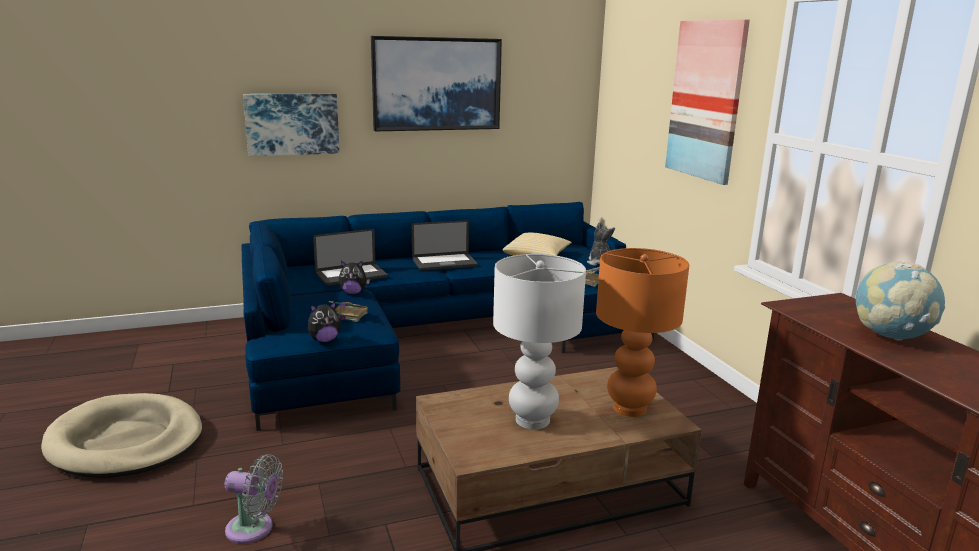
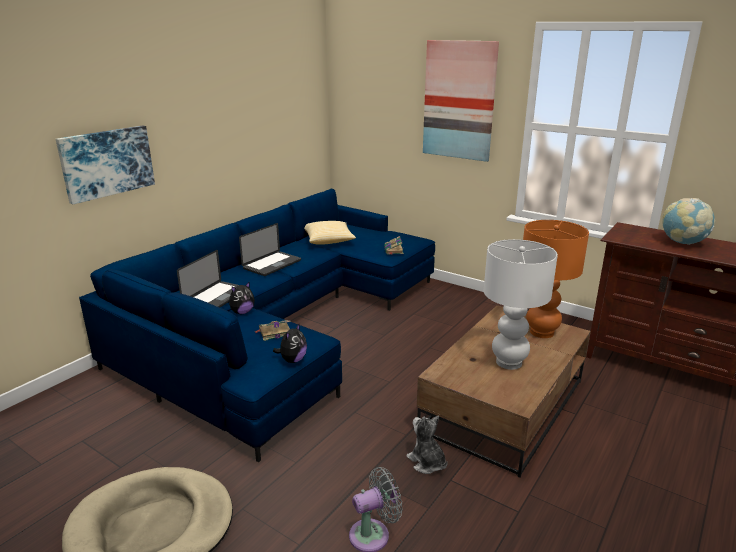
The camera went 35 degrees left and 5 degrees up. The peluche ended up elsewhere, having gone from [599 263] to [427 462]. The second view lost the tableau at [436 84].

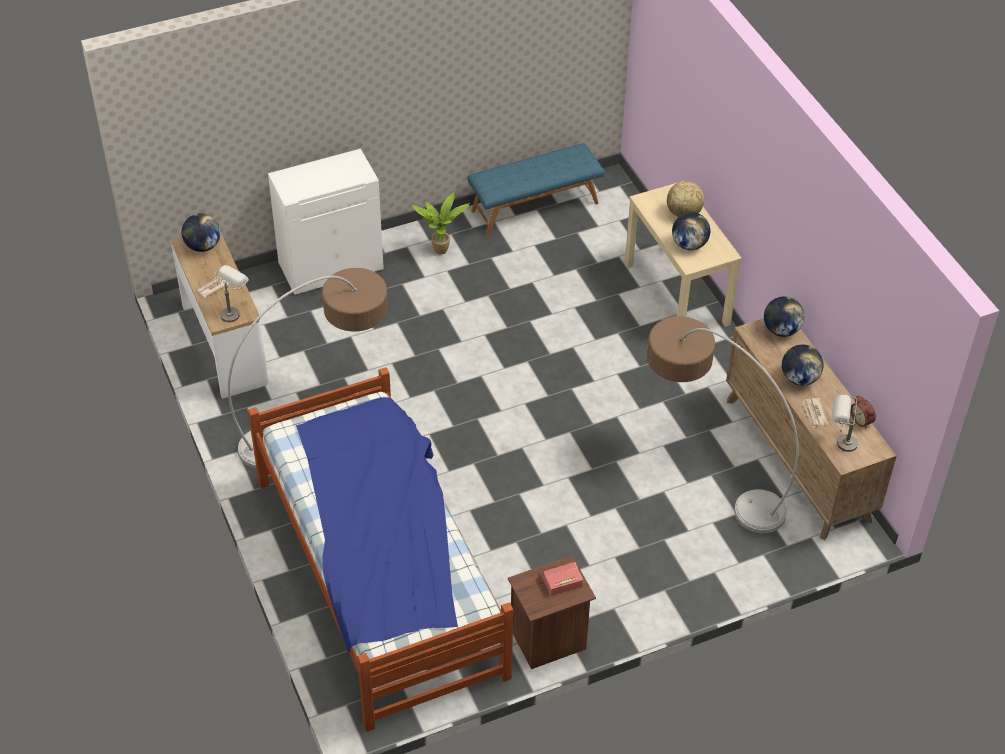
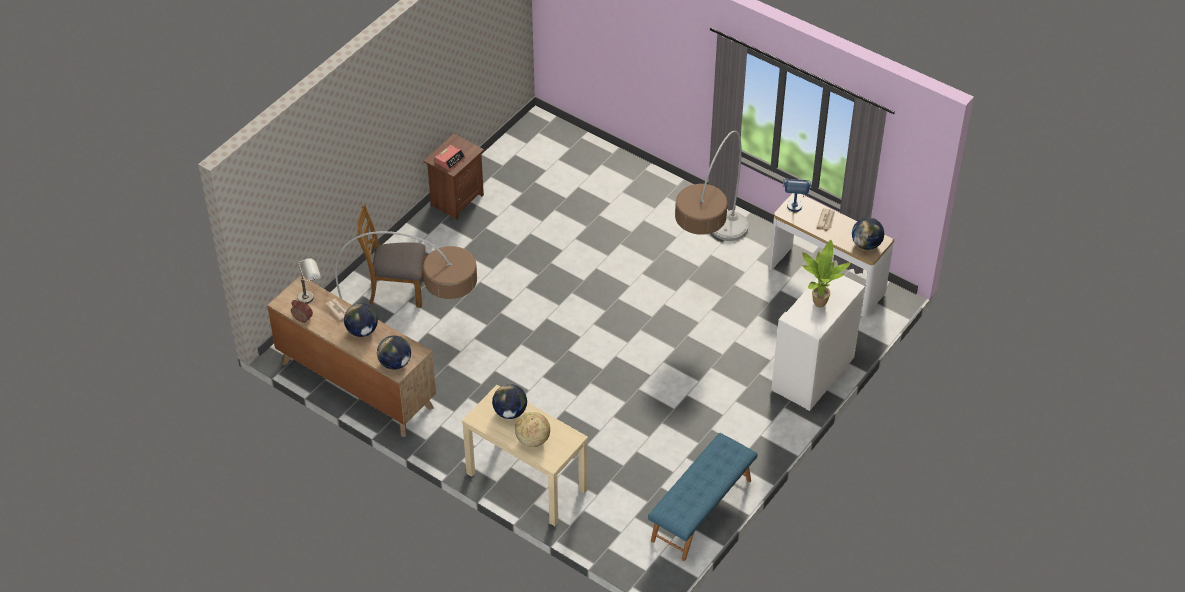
The camera went 150 degrees right and 0 degrees up. The second view gained the chaise (marron) at [397 289]. What was the lampe de table (gris) at [234 311] turned into the lampe de table (bleu) at [795 210]. The plante en pot ended up elsewhere, having gone from [441 252] to [817 302]. The second view lost the lit at [381 575].

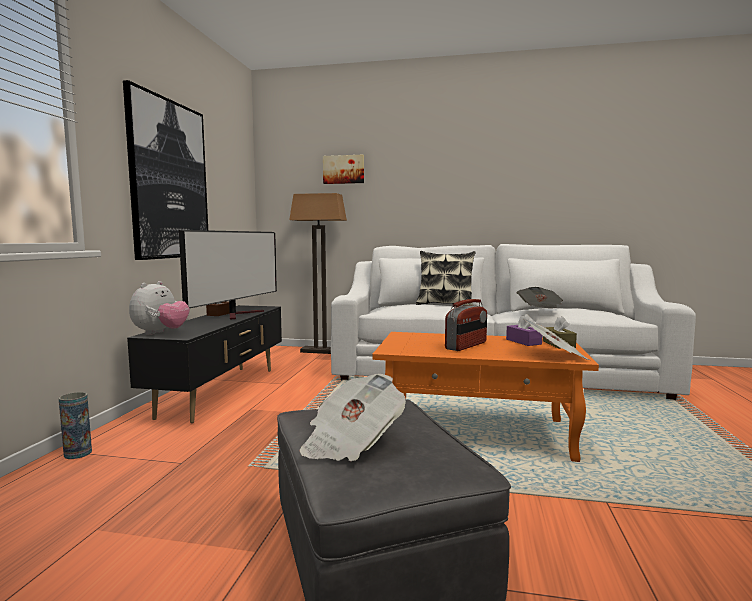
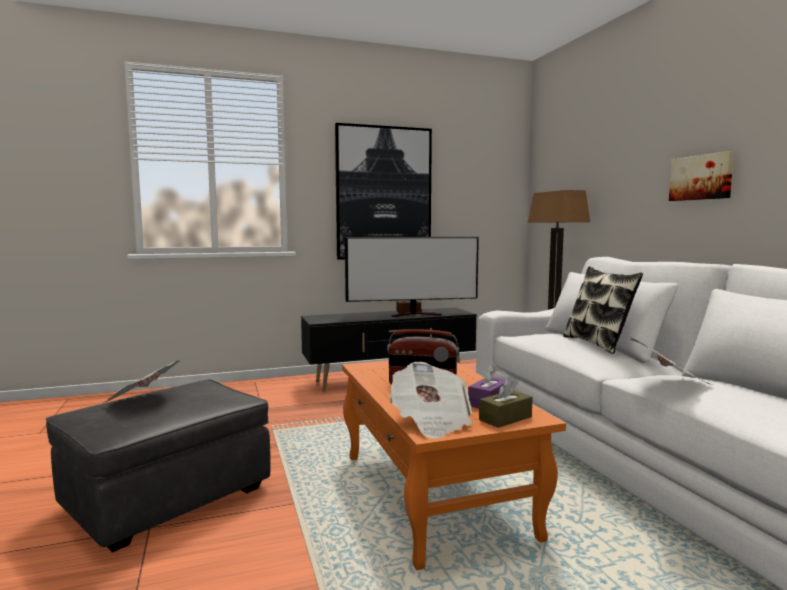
The camera went 60 degrees right and 0 degrees up. The tableau ended up elsewhere, having gone from [343 169] to [701 177]. The second view lost the vase at [78 453]. The second view lost the peluche at [160 333].

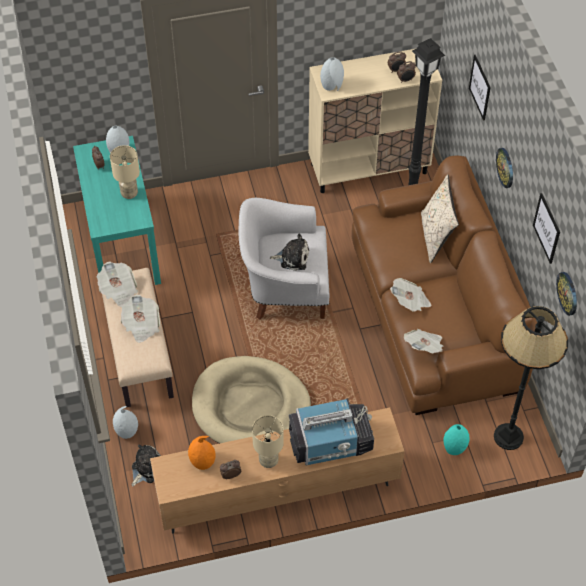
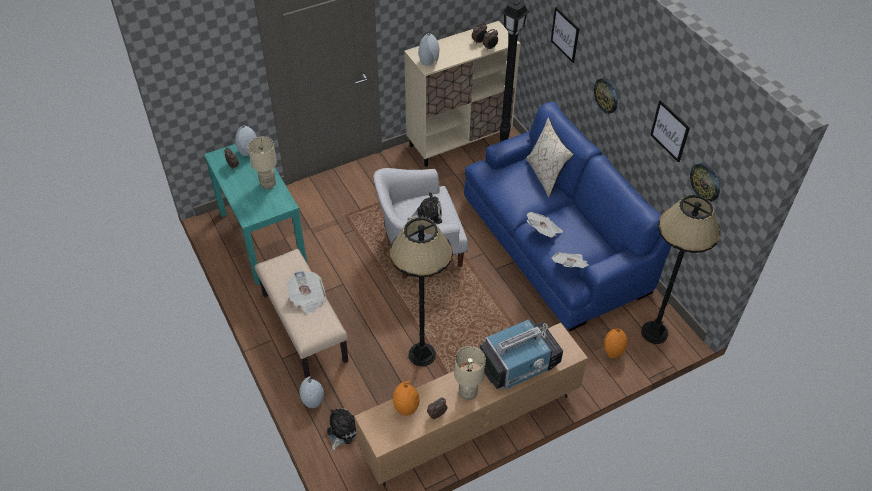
The camera went 15 degrees left and 5 degrees down. Where the panier pour chien (beige) stood at [251 407], the lampadaire (noir) came to stand at [422 355]. What was the canapé (marron) at [434 313] turned into the canapé (bleu) at [554 243]. What was the vase (turquoise) at [454 448] turned into the vase (orange) at [612 352]. The second view lost the journal at [118 290].

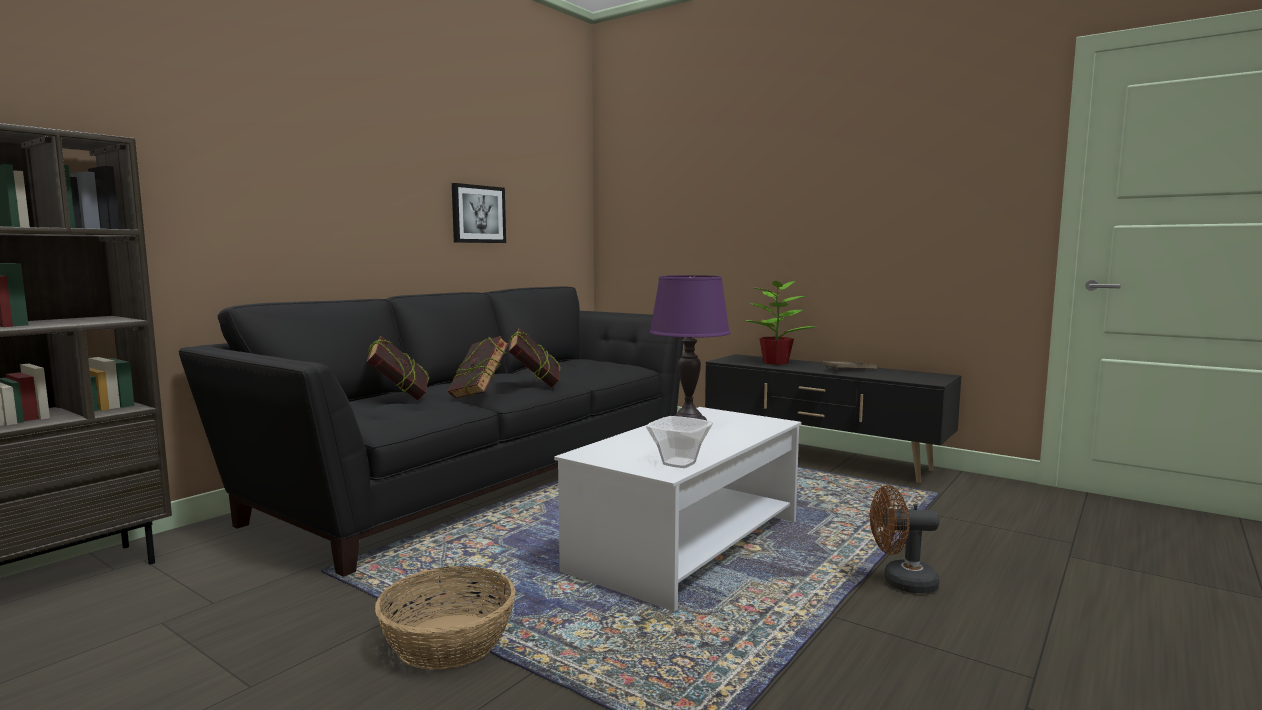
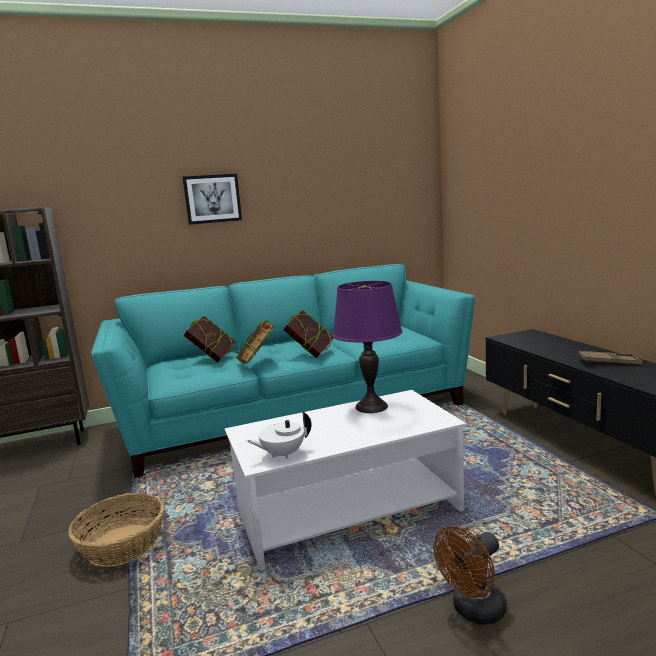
The camera went 35 degrees right and 5 degrees up. What was the canapé (noir) at [484 476] turned into the canapé (turquoise) at [295 412]. The tableau ended up elsewhere, having gone from [478 214] to [212 199]. Where the bol stood at [677 463], the théière (blanc) came to stand at [282 454]. The ventilateur (marron) at [901 582] ended up facing another way, 75 degrees counterclockwise from before. The second view lost the plante en pot at [776 362].

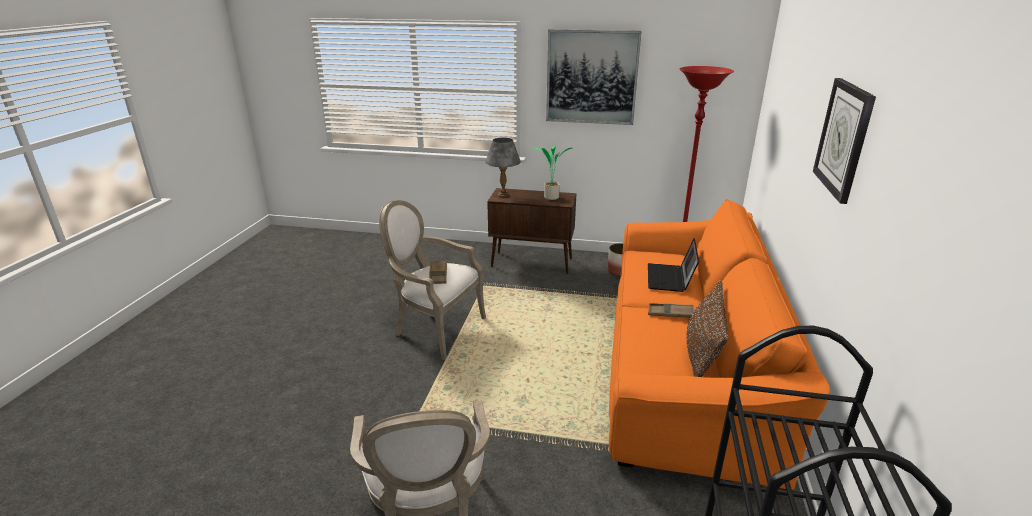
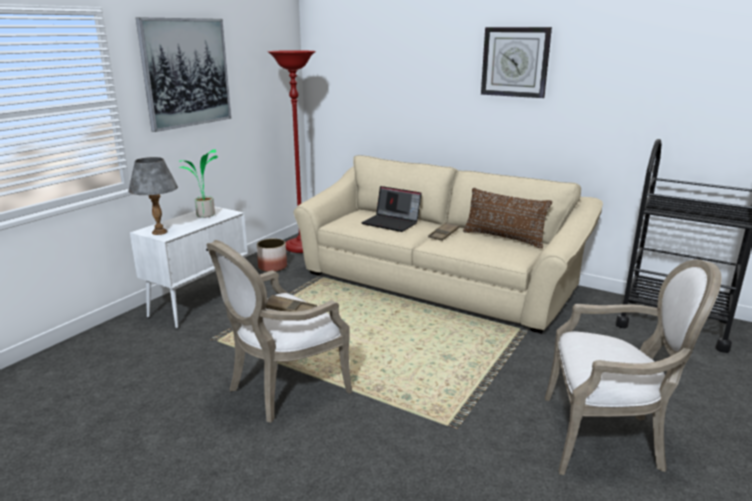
The camera went 70 degrees left and 5 degrees down. What was the meuble de rangement (marron) at [532 262] turned into the meuble de rangement (blanc) at [200 303]. What was the canapé (orange) at [685 367] turned into the canapé (beige) at [437 281].

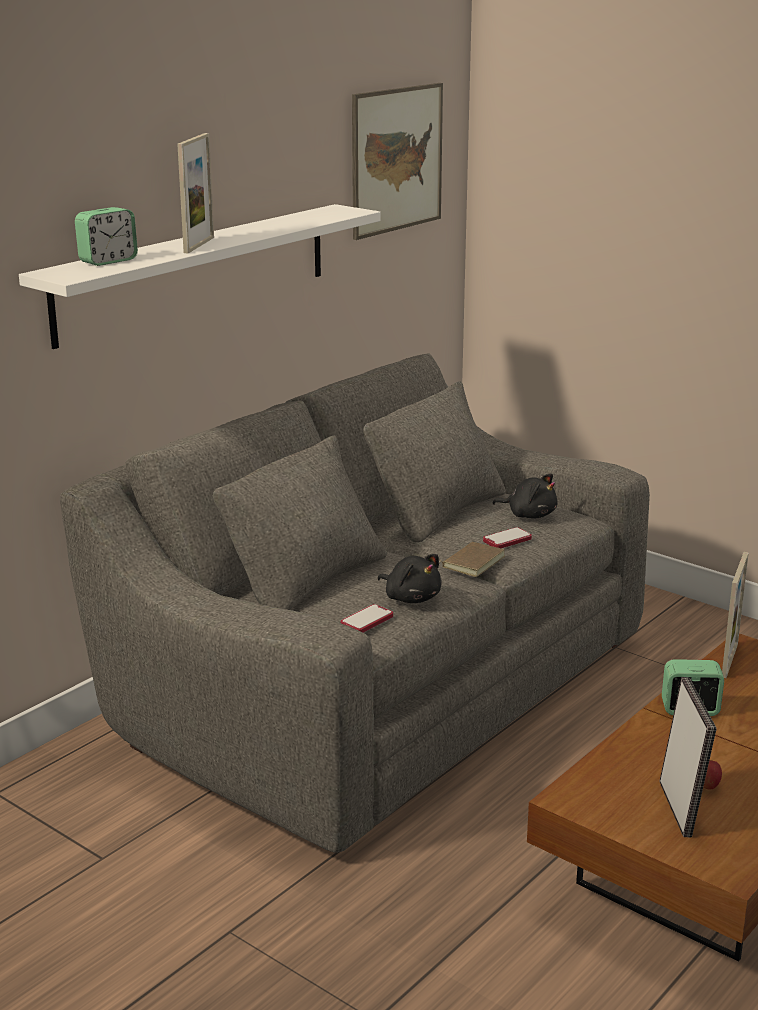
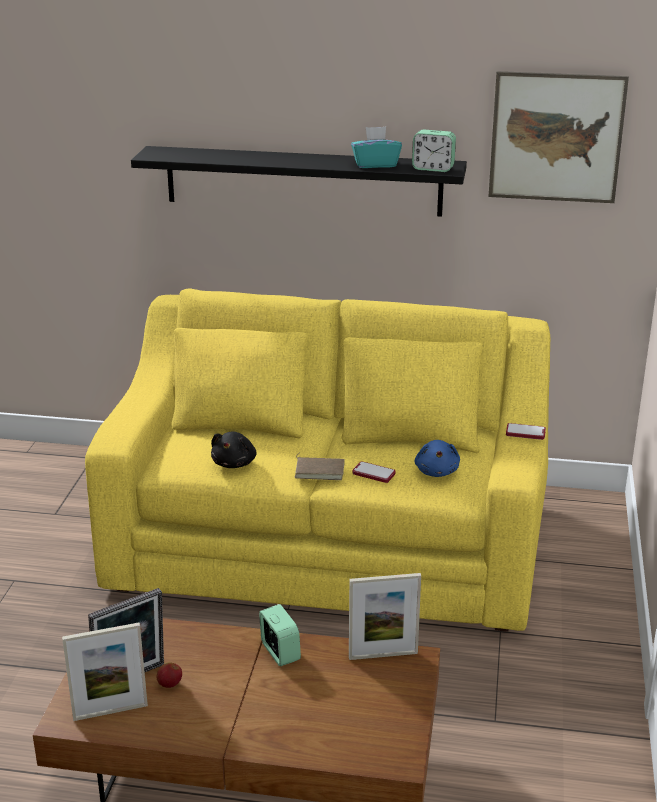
The camera went 60 degrees right and 5 degrees up. The cadre photo ended up elsewhere, having gone from [199 245] to [110 712]. What was the canapé (gris) at [378 684] turned into the canapé (jaune) at [328 539]. What was the étagère (blanc) at [196 272] turned into the étagère (noir) at [303 181]. The second view gained the boîte à mouchoirs (turquoise) at [375 164]. The réveil ended up elsewhere, having gone from [108 261] to [433 168]. What was the peluche (noir) at [529 515] turned into the peluche (bleu) at [437 471]. The téléphone ended up elsewhere, having gone from [367 621] to [525 432].

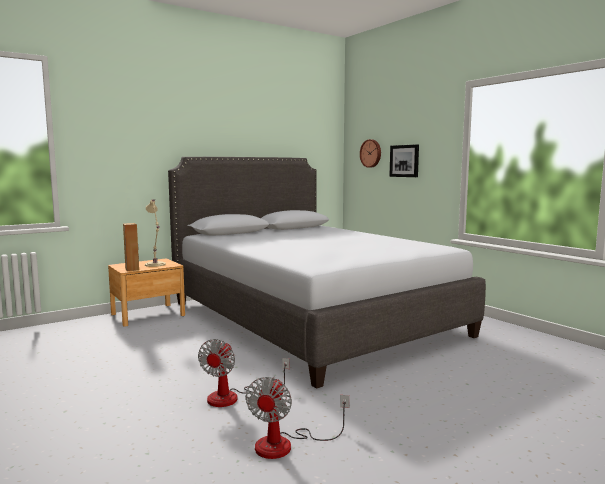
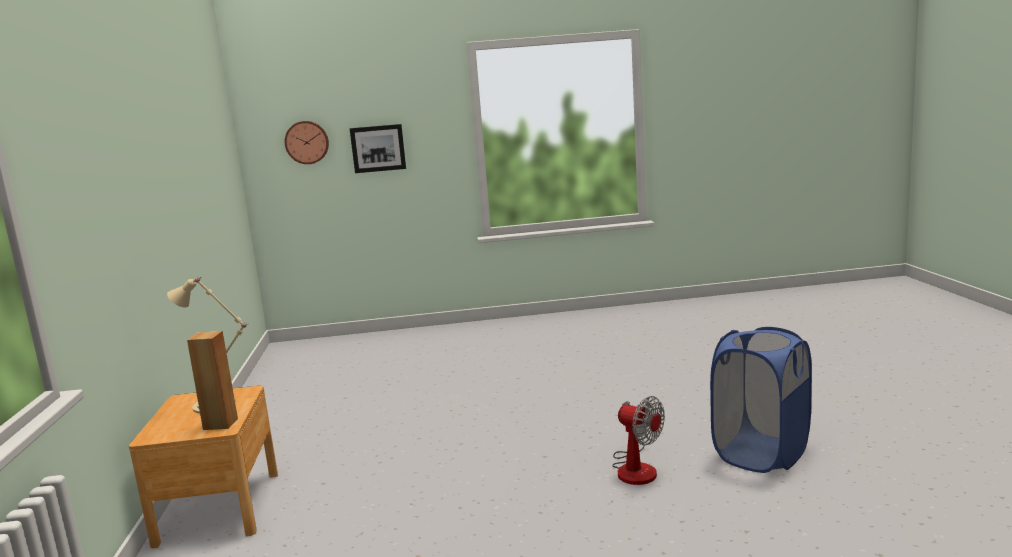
The camera went 60 degrees left and 5 degrees up. Where the ventilateur stood at [286 444], the panier à linge (bleu) came to stand at [761 454]. The second view lost the lit (gris) at [311 318].

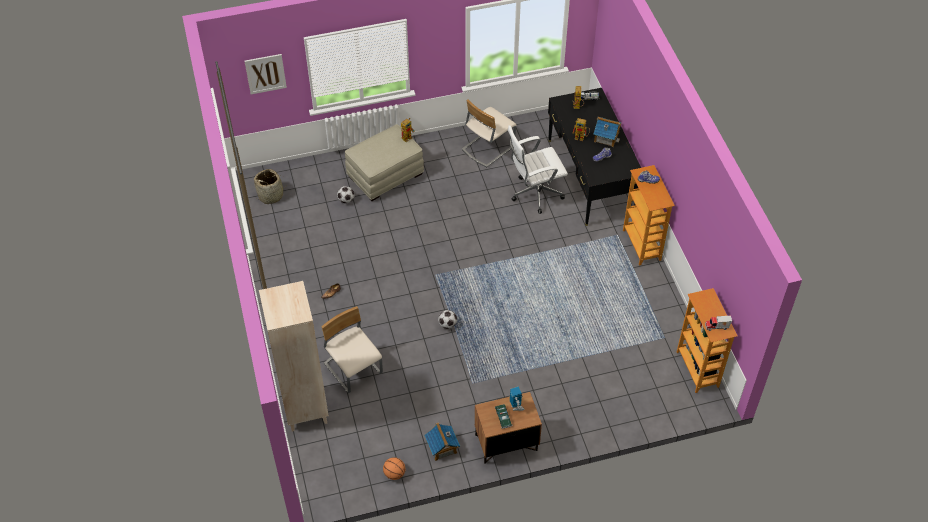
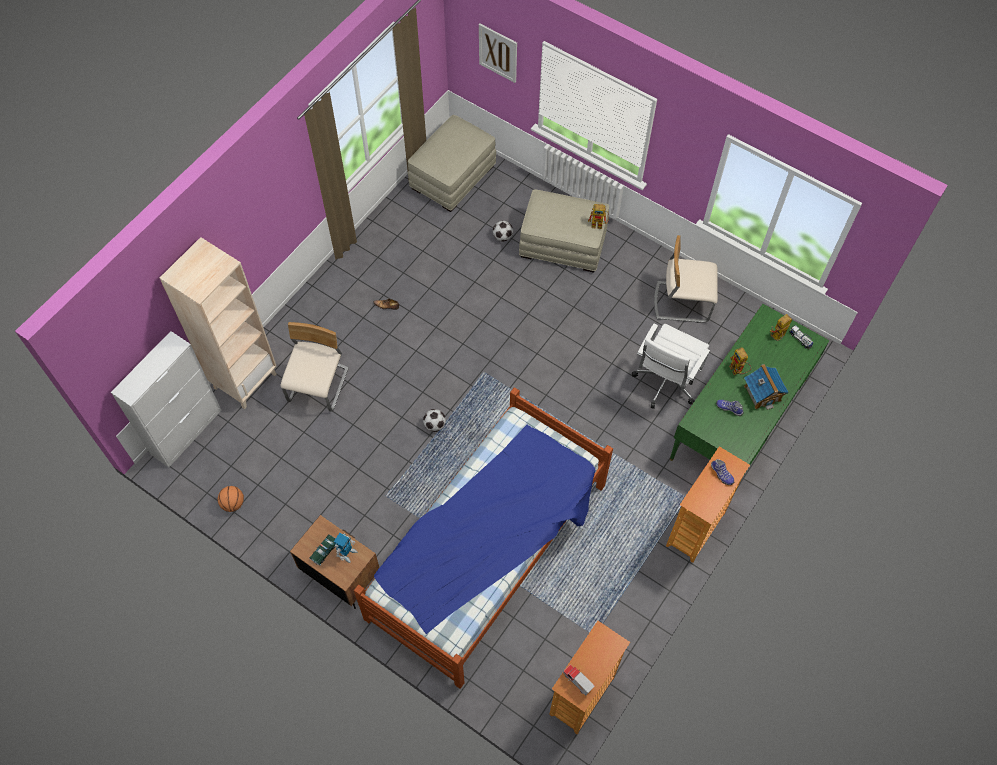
The camera went 50 degrees right and 10 degrees up. The second view gained the meuble de rangement (blanc) at [187 431]. The second view gained the lit at [489 551]. Where the panier stood at [271 195], the pouf (beige) came to stand at [452 177]. The chaise de bureau (blanc) at [534 194] ended up facing another way, 90 degrees counterclockwise from before. What was the bureau (noir) at [591 176] turned into the bureau (vert) at [739 419]. The second view lost the maison miniature at [442 447].

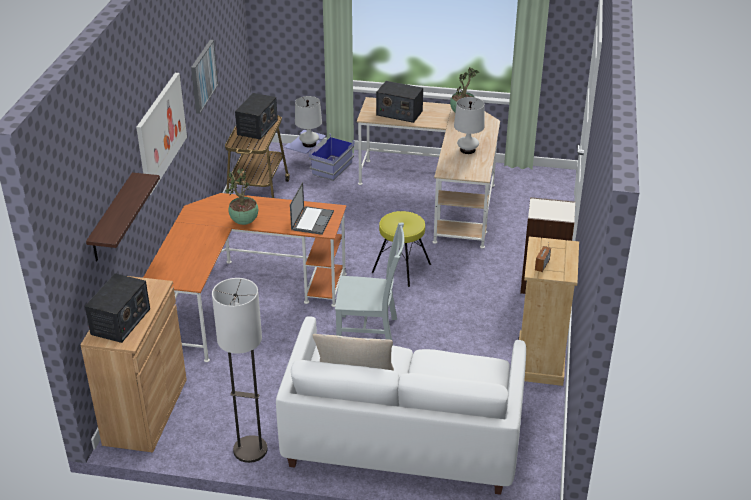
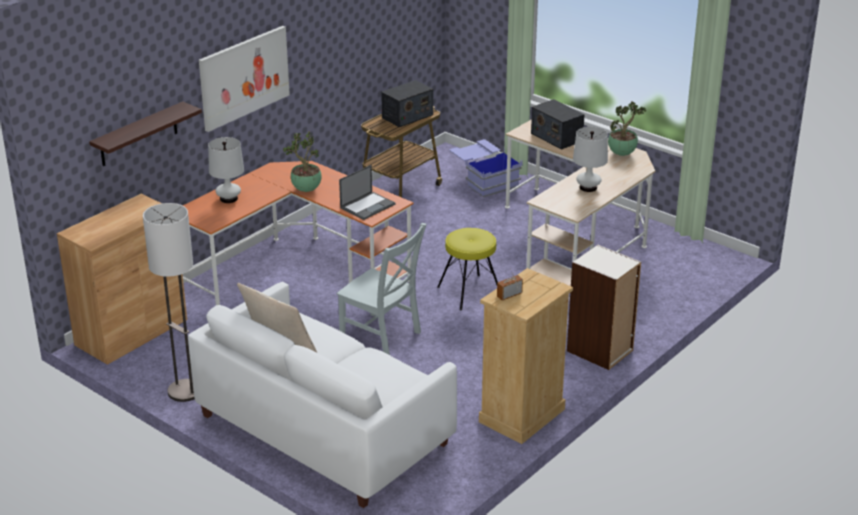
The camera went 30 degrees right and 5 degrees down. The lampe de table (blanc) ended up elsewhere, having gone from [309 144] to [228 198]. The second view lost the radio at [120 322]. The second view lost the tableau at [203 76].

